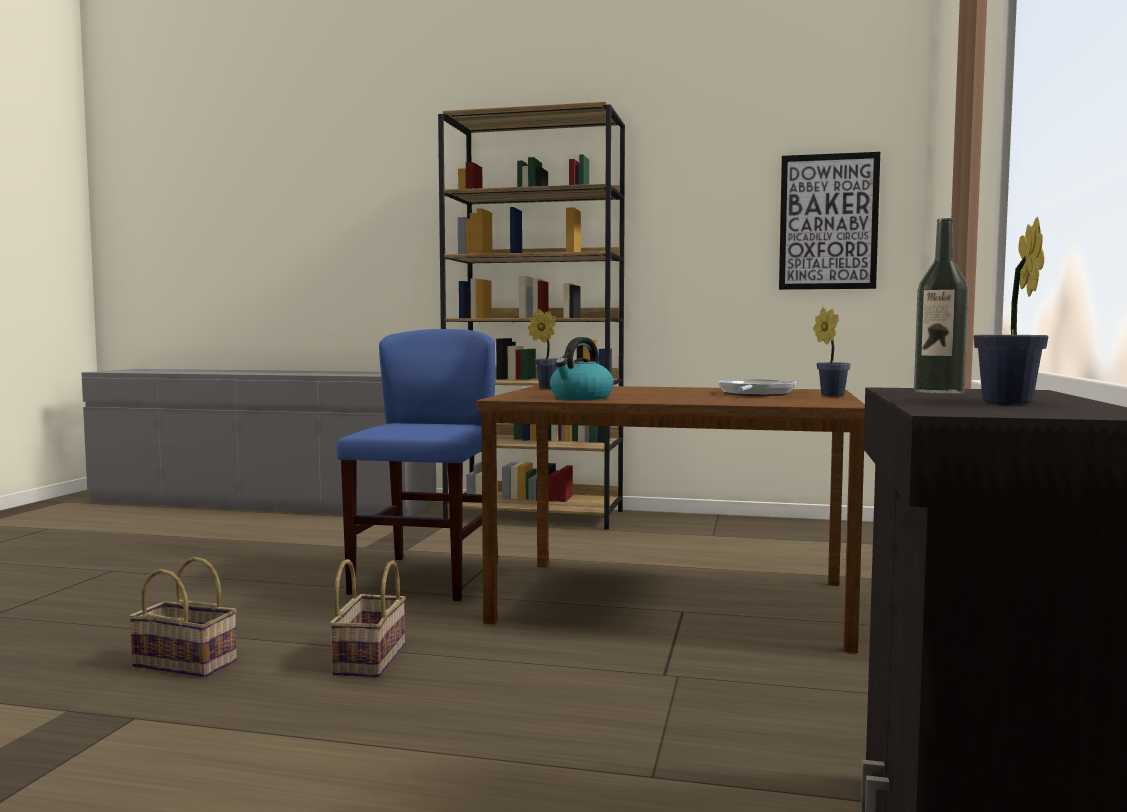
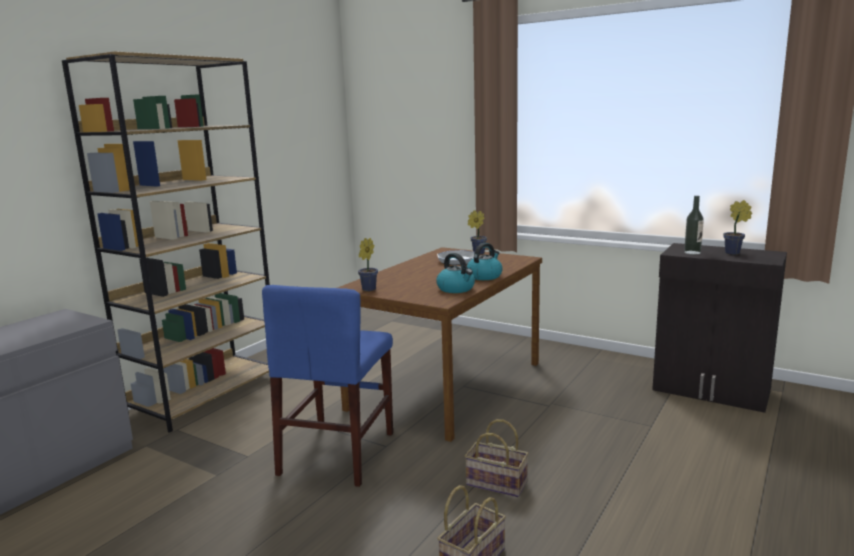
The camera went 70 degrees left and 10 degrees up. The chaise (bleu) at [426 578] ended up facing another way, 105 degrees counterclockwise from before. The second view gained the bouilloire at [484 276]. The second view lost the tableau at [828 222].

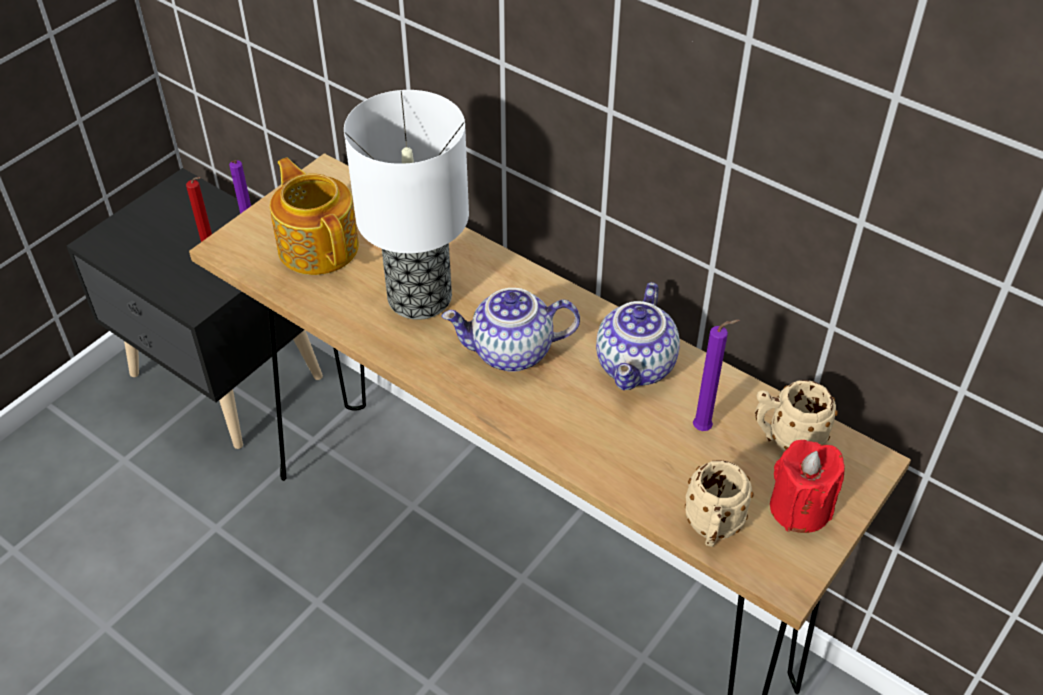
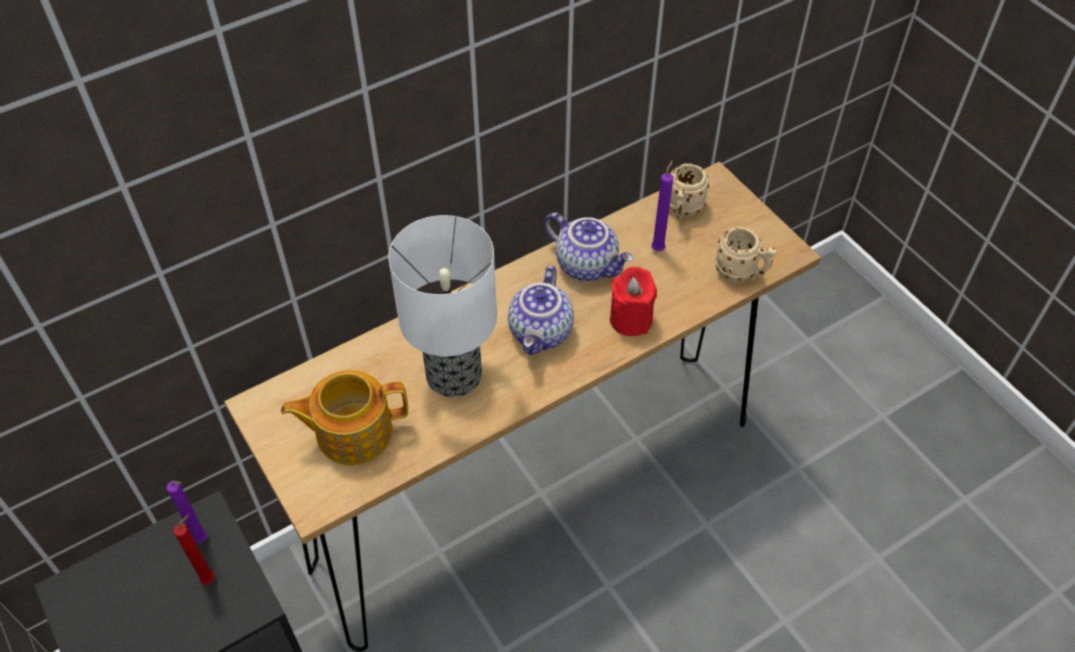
The camera went 70 degrees left and 5 degrees up. The bougie (rouge) ended up elsewhere, having gone from [799 508] to [631 319].

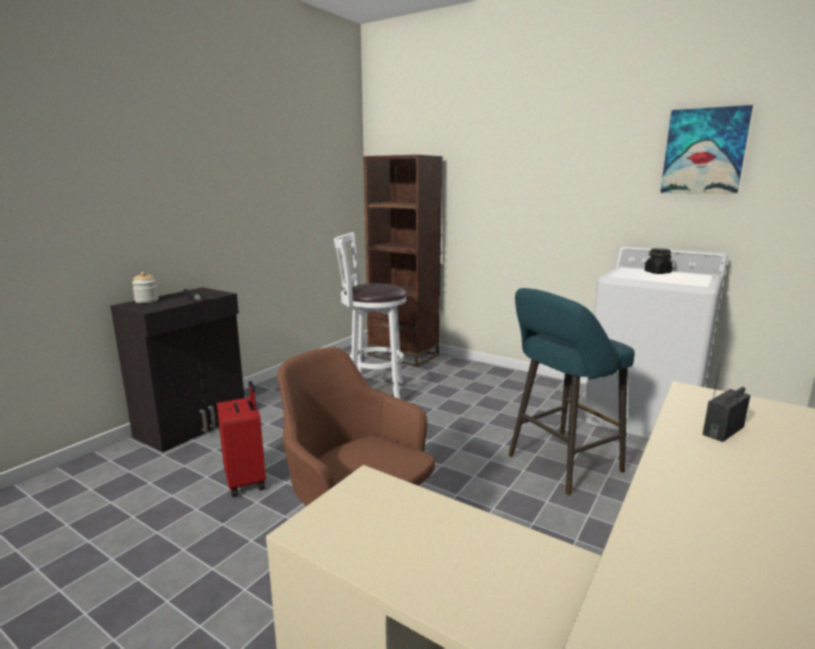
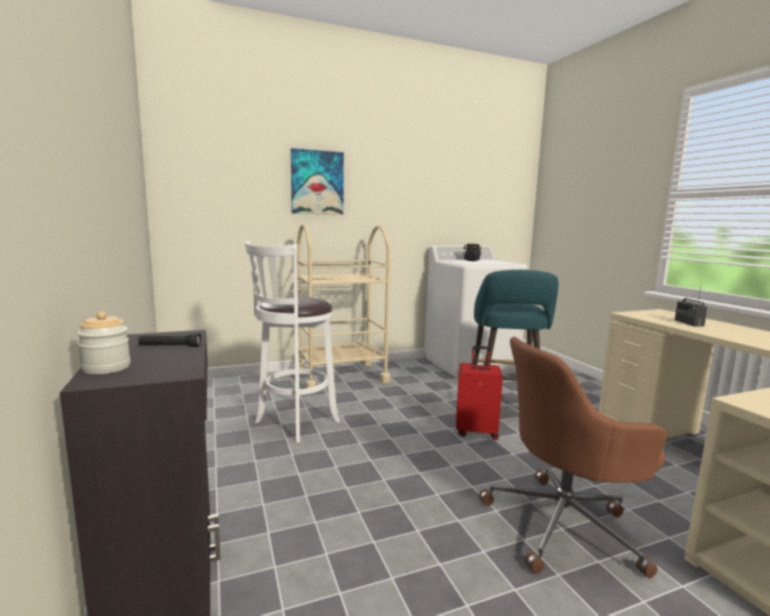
The camera went 55 degrees left and 5 degrees down. The tableau ended up elsewhere, having gone from [704 151] to [317 182]. The second view gained the chariot (beige) at [341 376]. The valise (rouge) ended up elsewhere, having gone from [247 481] to [476 431]. The second view lost the bibliothèque (marron) at [403 355].

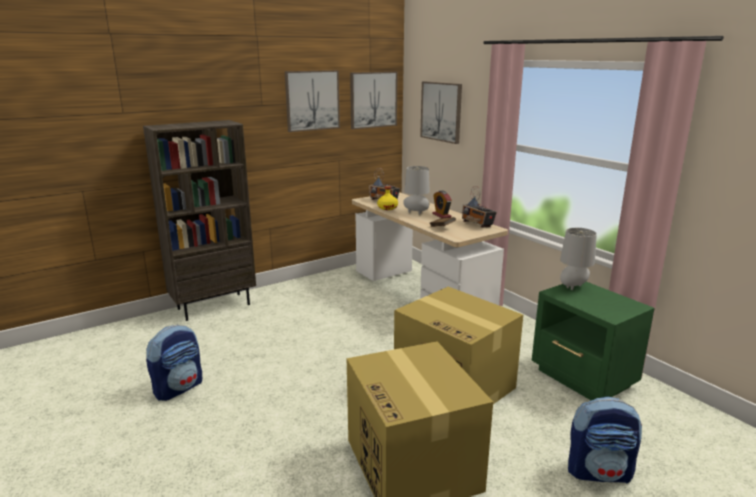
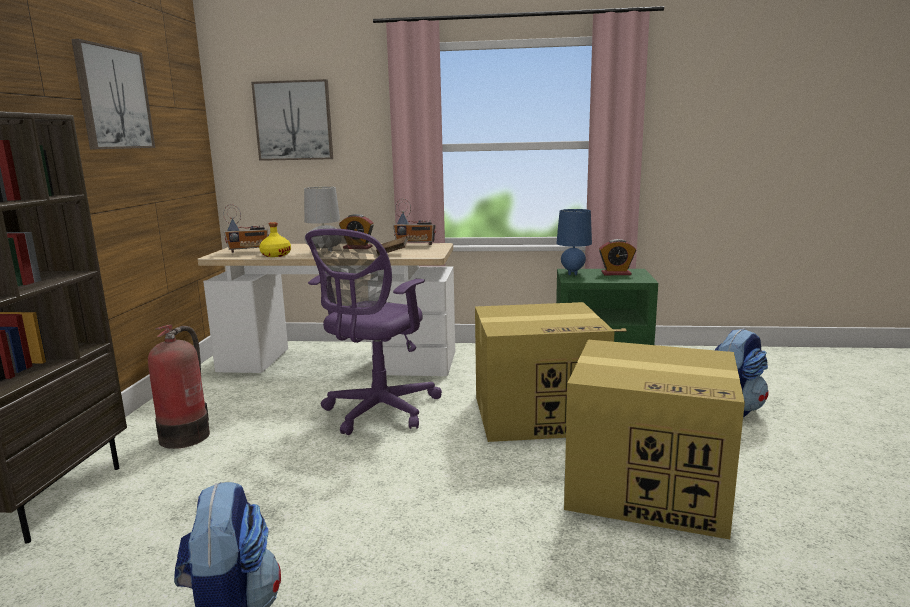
The camera went 50 degrees left and 5 degrees down. The second view gained the extincteur at [187 435]. The second view gained the chaise de bureau (violet) at [378 412]. What was the lampe de table (gris) at [573 288] turned into the lampe de table (bleu) at [573 273]. The second view gained the réveil at [616 273]. The second view lost the tableau at [373 100].

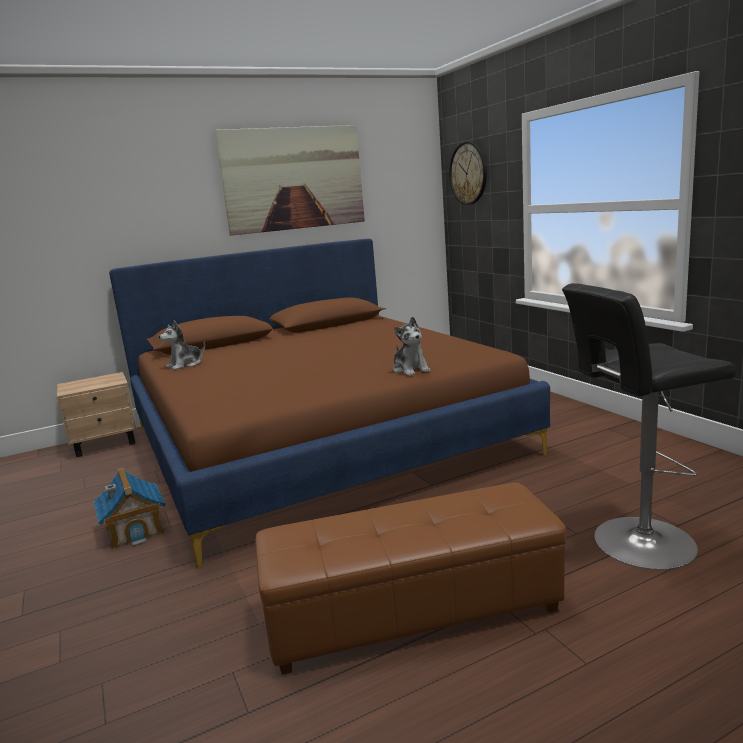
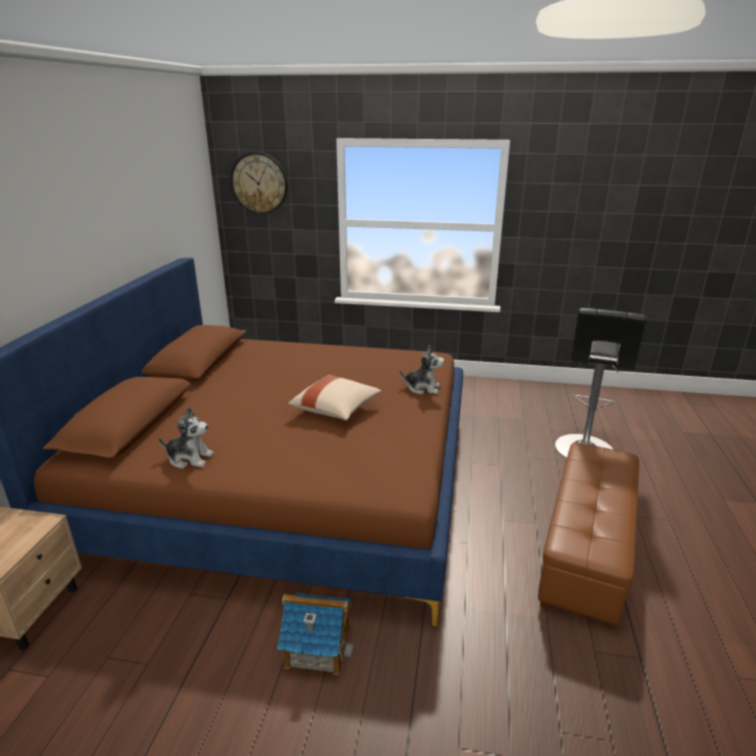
The camera went 55 degrees left and 10 degrees up. The peluche at [185 365] ended up facing another way, 75 degrees counterclockwise from before. The second view gained the coussin (beige) at [336 409]. The second view lost the tableau at [293 179].

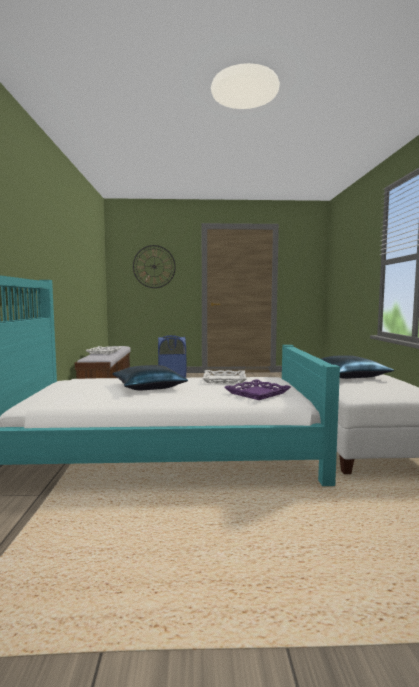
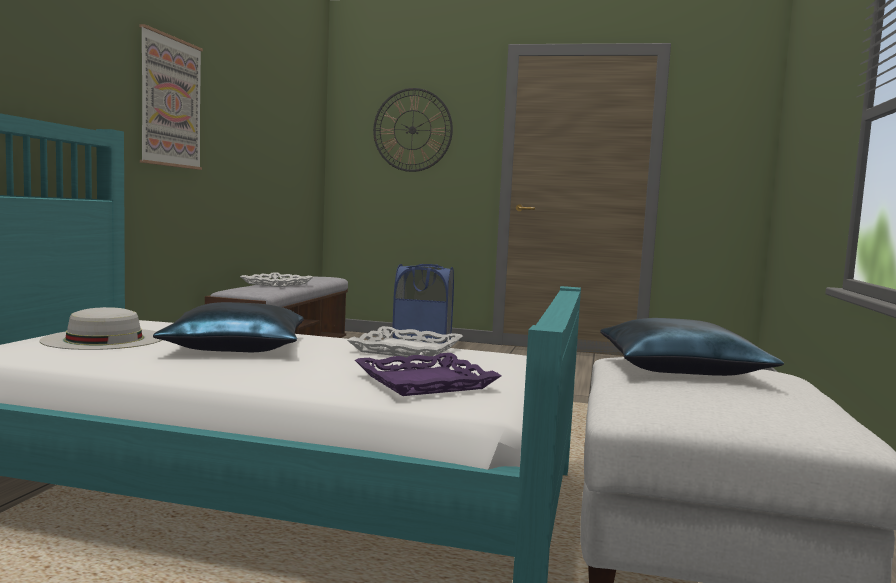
The camera went 15 degrees right and 0 degrees up. The second view gained the chapeau (blanc) at [104 339]. The second view gained the tableau at [170 102].

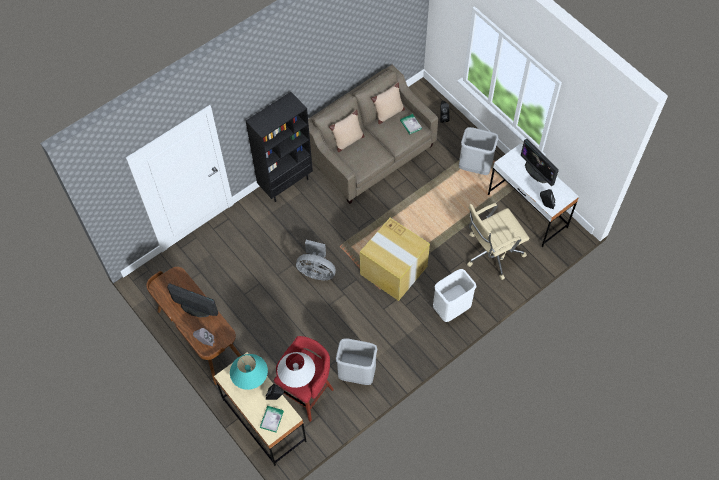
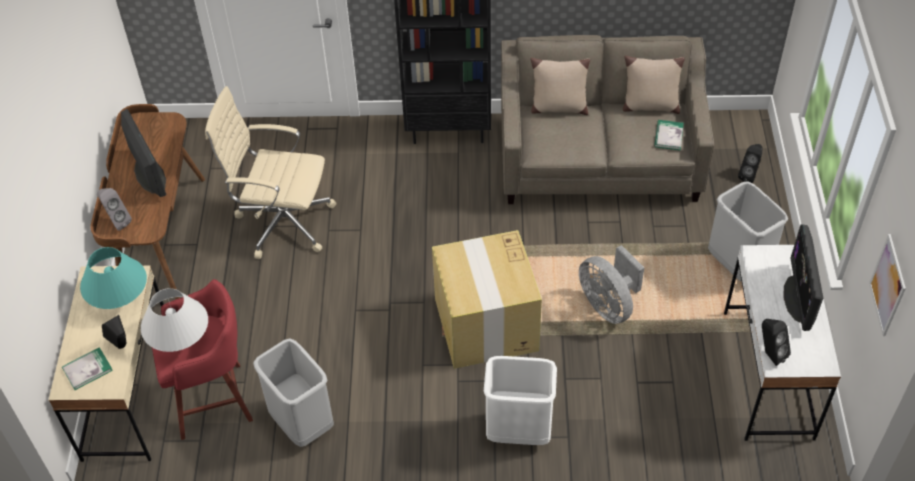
The camera went 40 degrees right and 10 degrees down. The chaise de bureau (beige) ended up elsewhere, having gone from [492 253] to [282 221]. The ventilateur (gris) ended up elsewhere, having gone from [316 271] to [608 305]. The second view gained the tableau at [887 285].

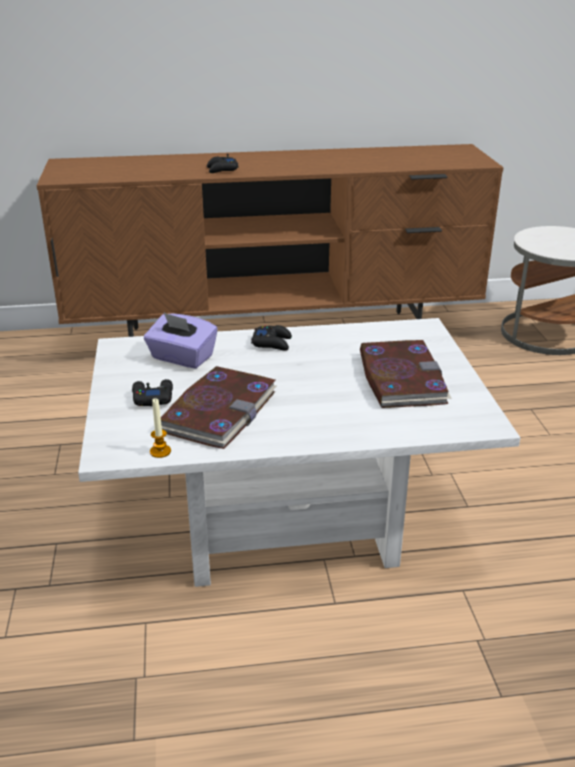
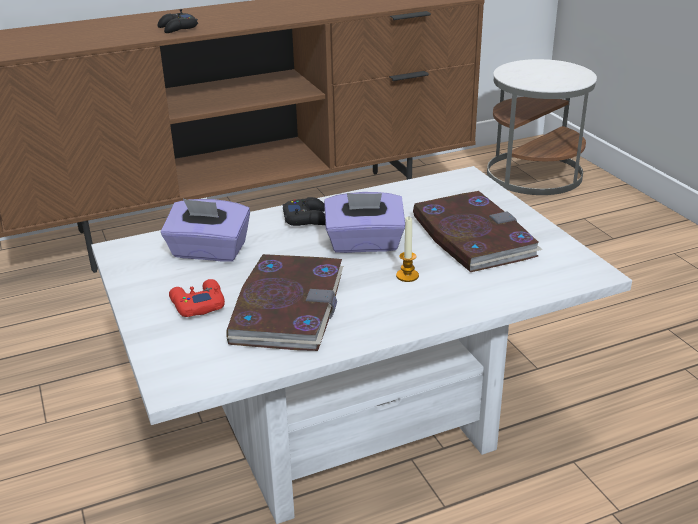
The camera went 15 degrees left and 0 degrees up. What was the manette (noir) at [152 397] turned into the manette (rouge) at [197 304]. The second view gained the boîte à mouchoirs (violet) at [364 244]. The bougie ended up elsewhere, having gone from [160 451] to [407 276].

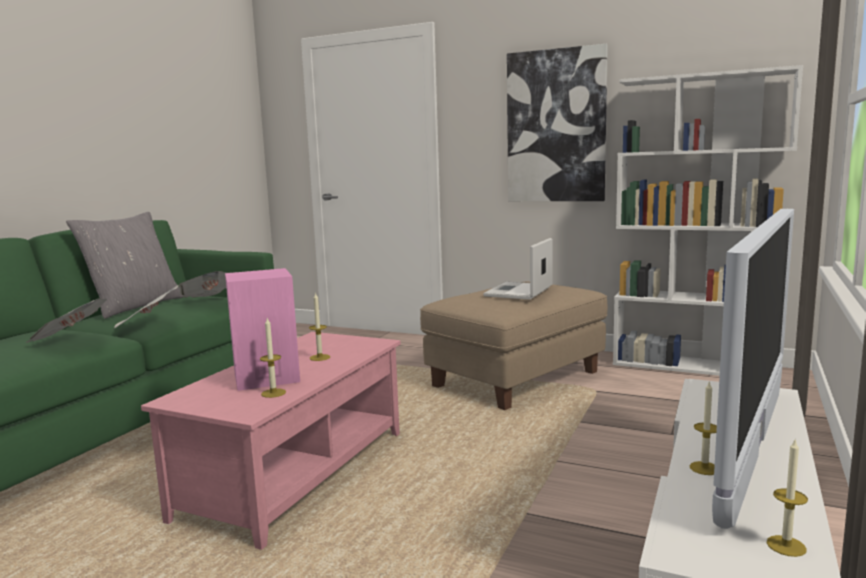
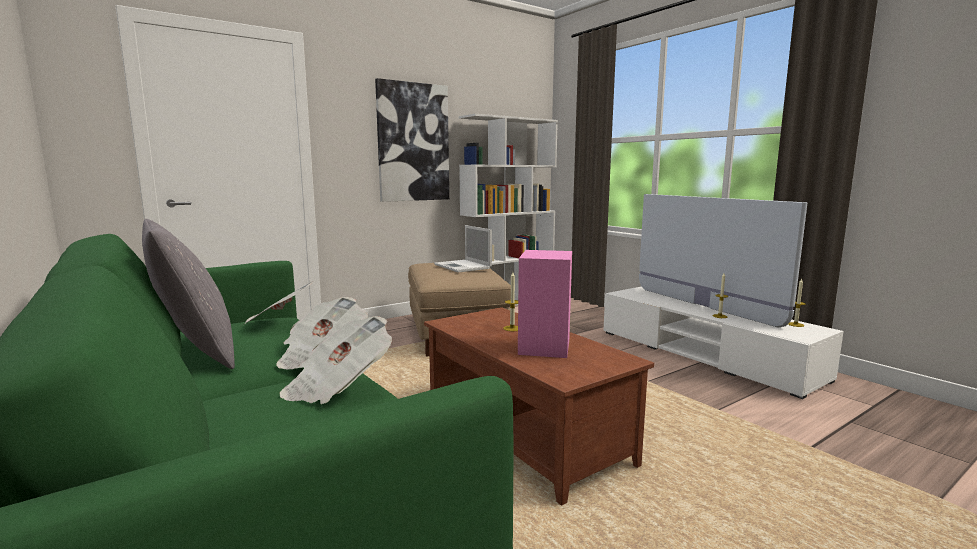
The camera went 60 degrees left and 0 degrees up. What was the table basse (rose) at [295 473] turned into the table basse (marron) at [522 433]. The second view lost the bougie at [273 393].

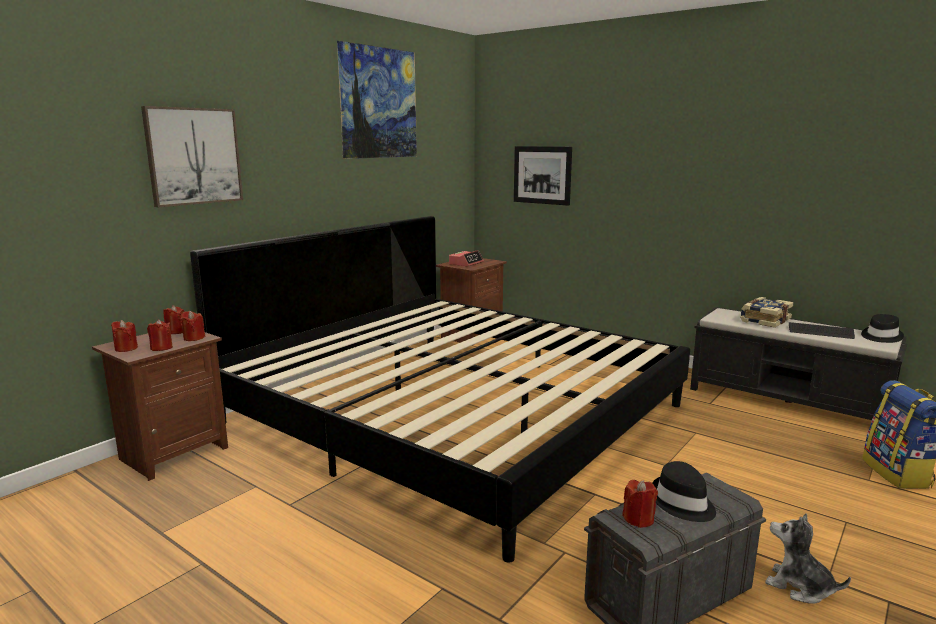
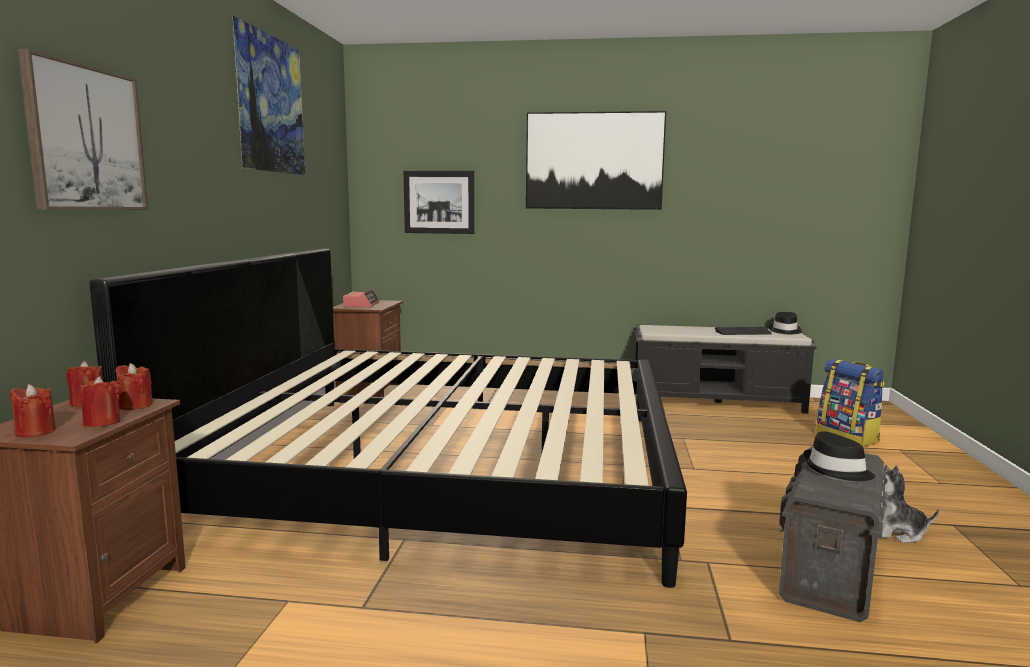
The camera went 30 degrees left and 5 degrees down. The second view gained the tableau at [594 161]. The second view lost the bougie (rouge) at [638 519]. The second view lost the livre at [764 320].

